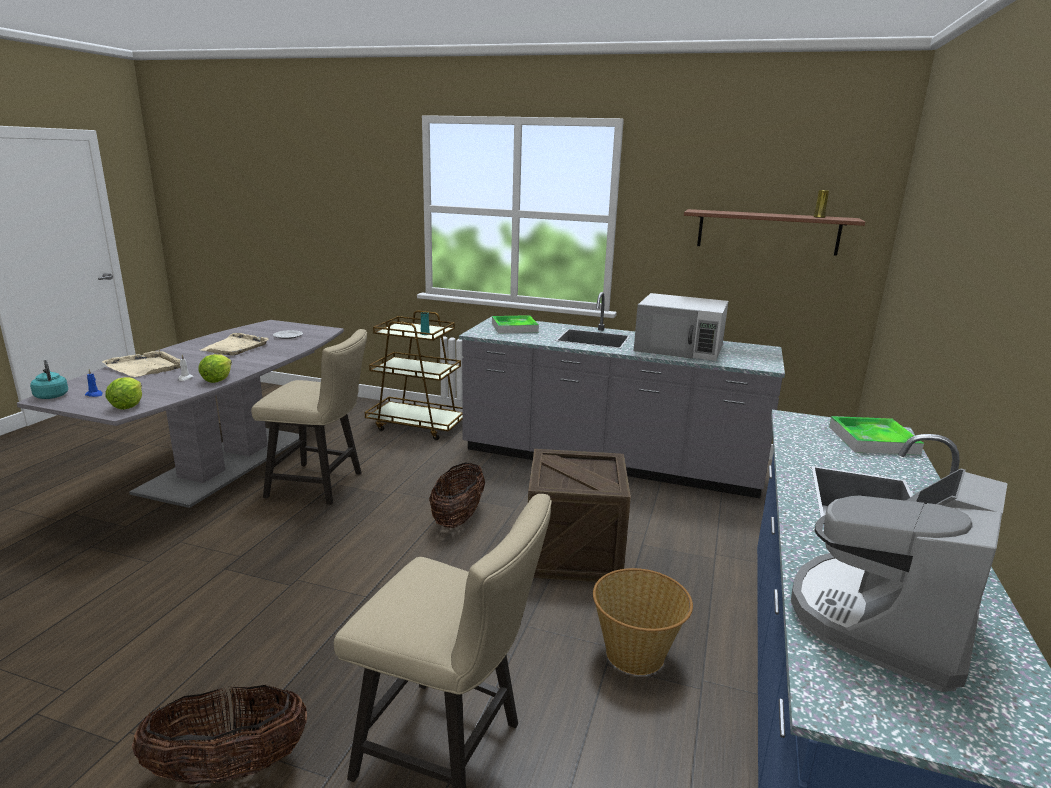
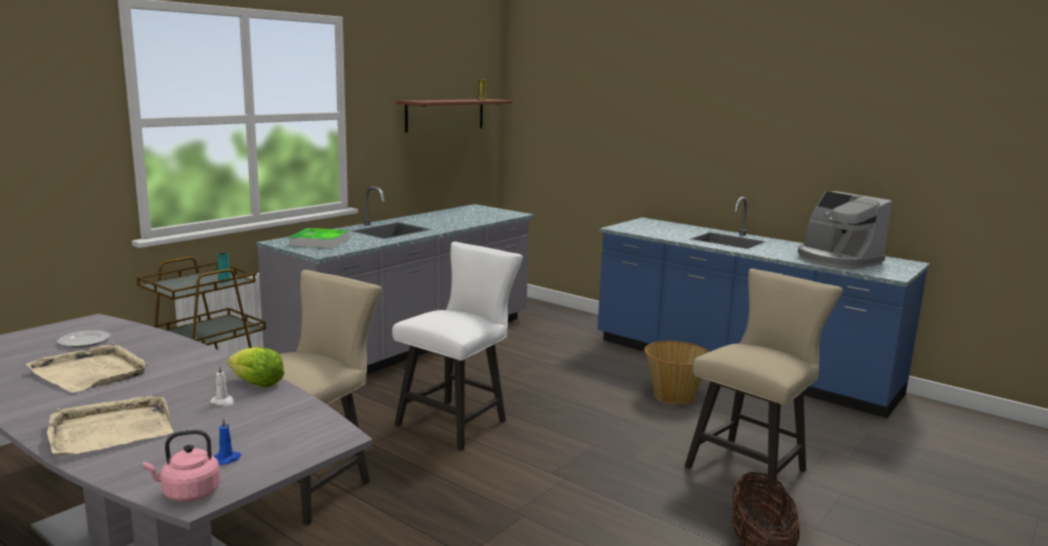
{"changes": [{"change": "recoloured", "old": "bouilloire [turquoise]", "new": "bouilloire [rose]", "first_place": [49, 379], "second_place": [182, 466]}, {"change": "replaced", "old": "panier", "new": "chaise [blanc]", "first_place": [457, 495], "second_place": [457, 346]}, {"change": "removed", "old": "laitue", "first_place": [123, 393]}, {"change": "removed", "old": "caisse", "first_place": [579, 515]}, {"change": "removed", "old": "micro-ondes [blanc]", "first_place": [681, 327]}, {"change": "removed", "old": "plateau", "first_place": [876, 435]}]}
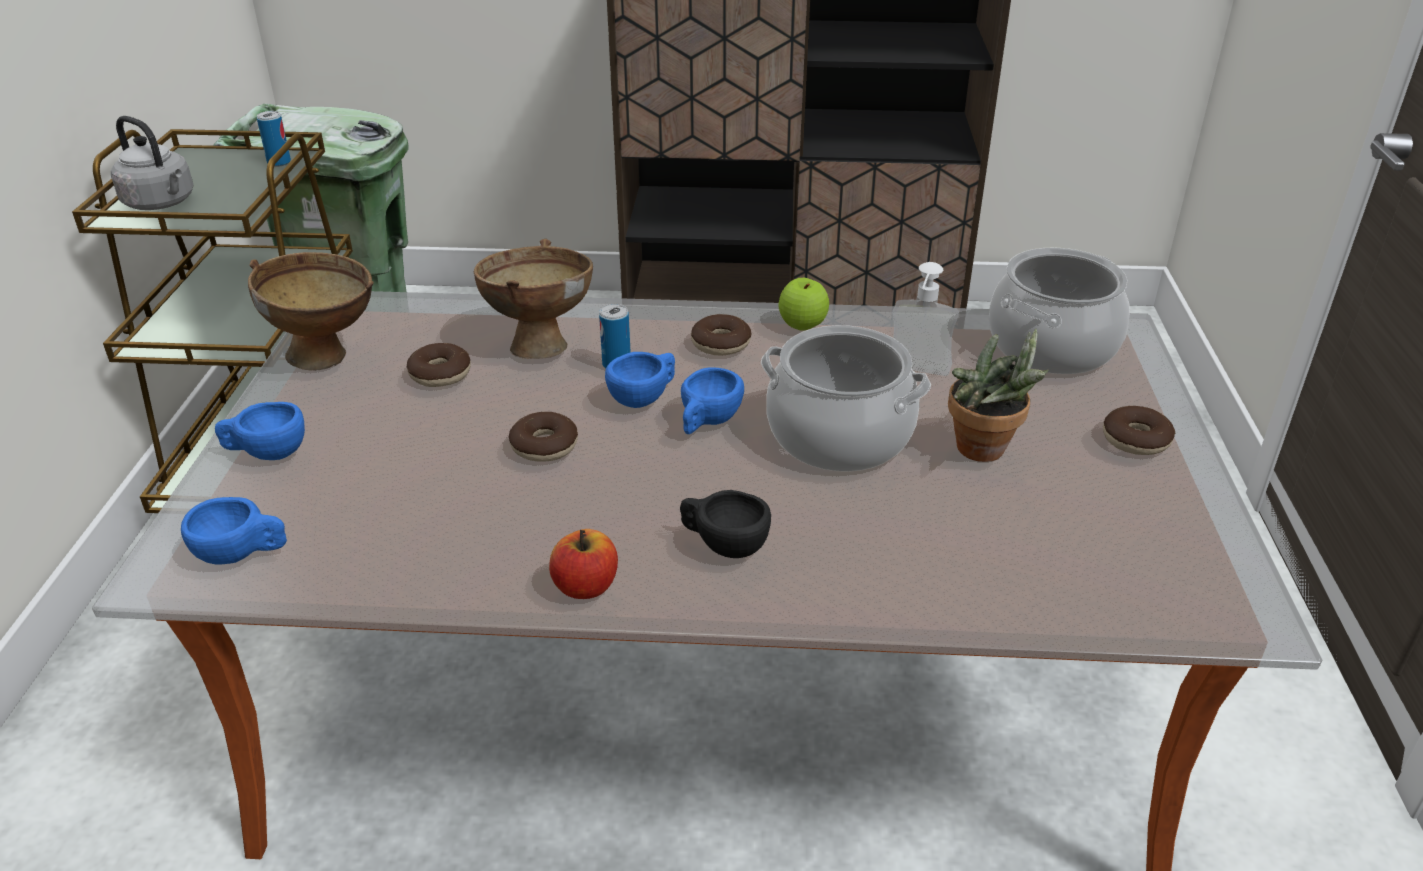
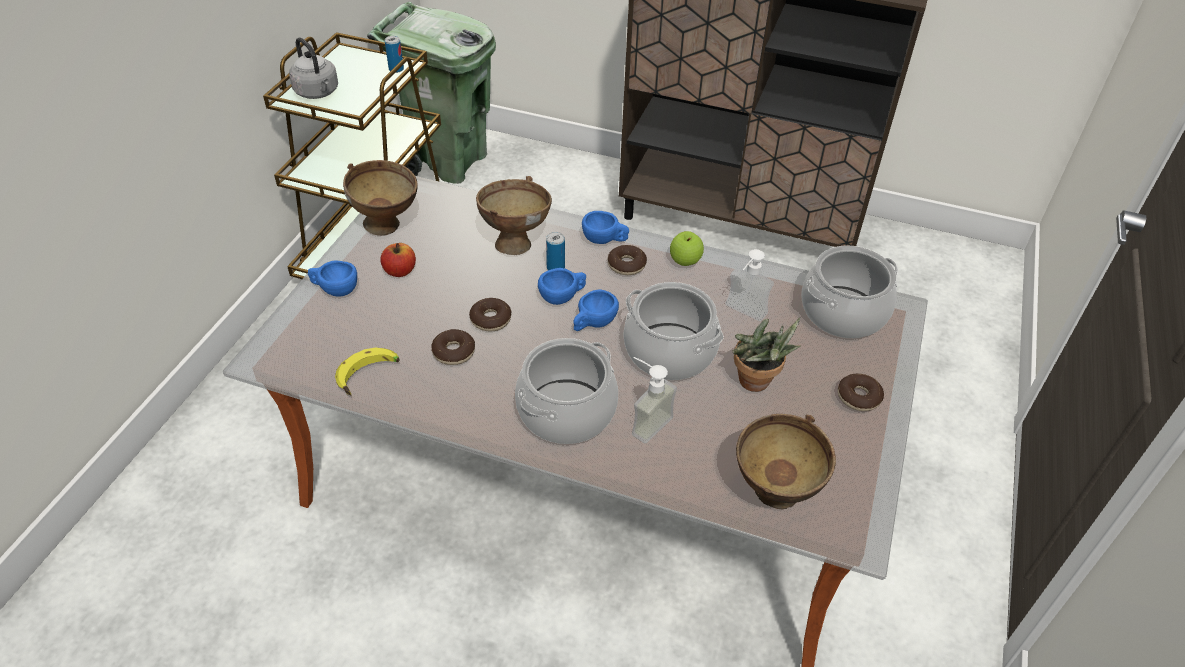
{"changes": [{"change": "added", "new": "banane", "second_place": [367, 372]}, {"change": "moved", "old": "pomme", "first_place": [583, 564], "second_place": [398, 260]}, {"change": "moved", "old": "beignet", "first_place": [439, 365], "second_place": [453, 347]}, {"change": "replaced", "old": "tasse [noir]", "new": "marmite", "first_place": [725, 524], "second_place": [566, 391]}, {"change": "moved", "old": "tasse [bleu]", "first_place": [234, 531], "second_place": [605, 227]}, {"change": "added", "new": "distributeur de savon", "second_place": [654, 400]}, {"change": "added", "new": "bol [marron]", "second_place": [786, 462]}]}
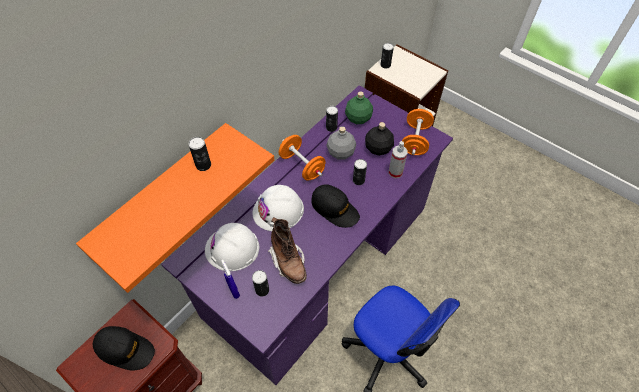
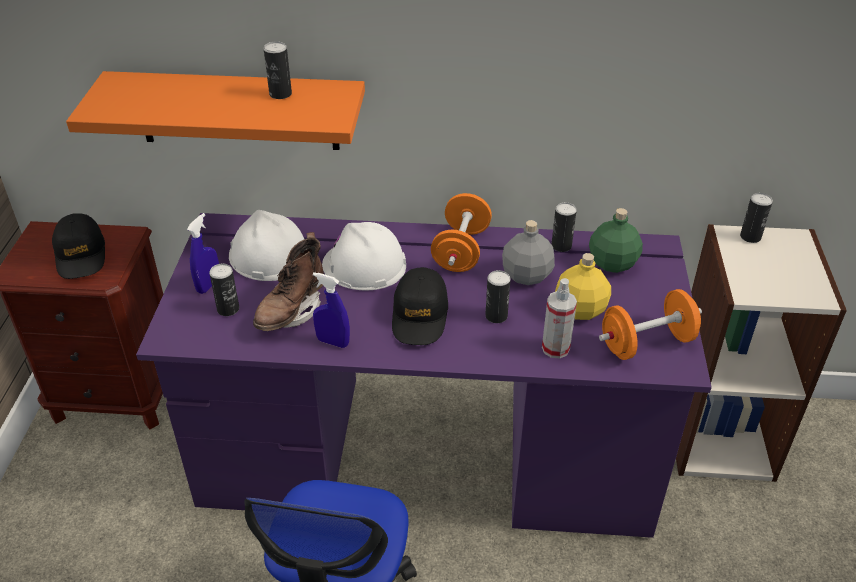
{"changes": [{"change": "added", "new": "vaporisateur [bleu]", "second_place": [331, 310]}, {"change": "recoloured", "old": "bouteille [noir]", "new": "bouteille [jaune]", "first_place": [379, 139], "second_place": [583, 286]}]}
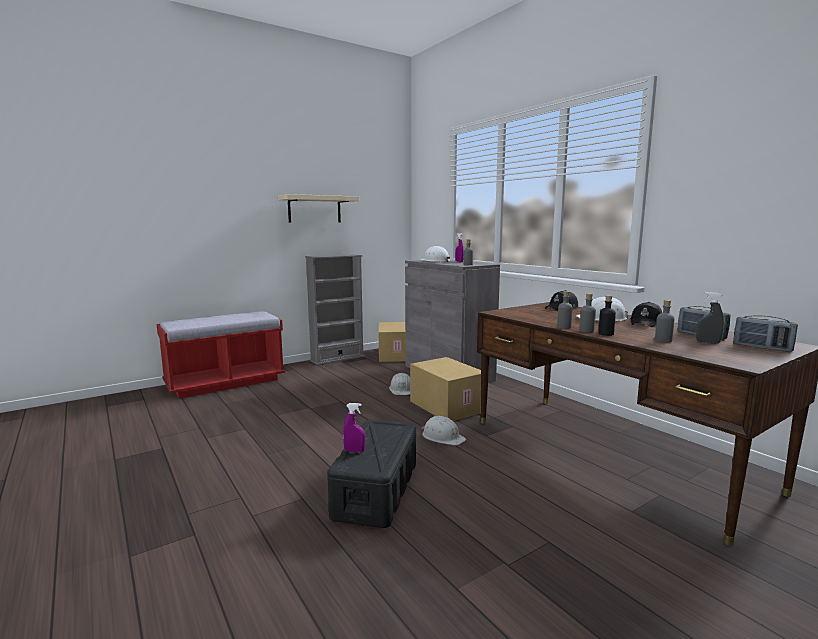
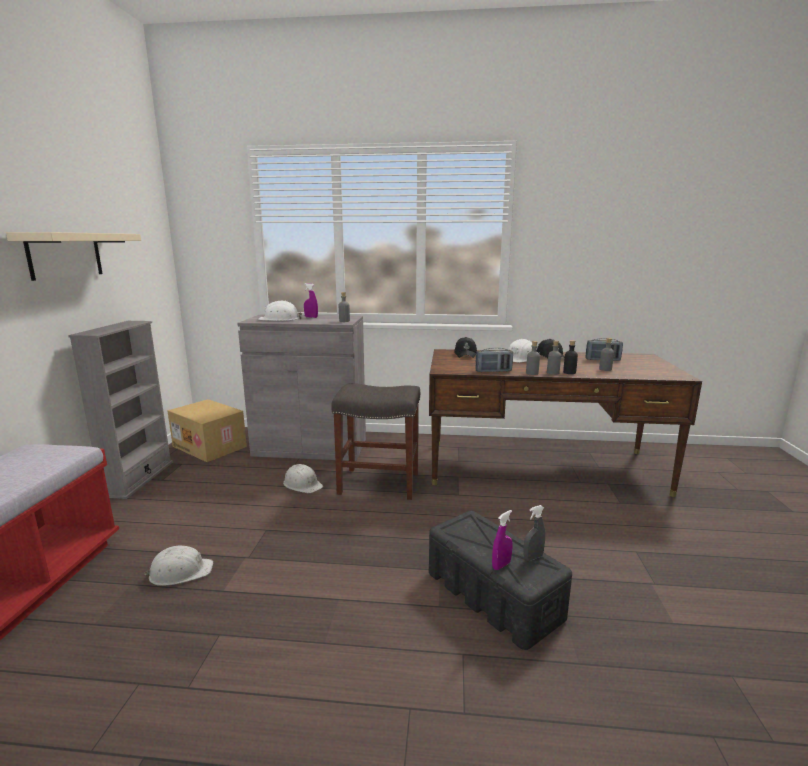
{"changes": [{"change": "moved", "old": "casque de chantier [blanc]", "first_place": [444, 430], "second_place": [178, 566]}, {"change": "replaced", "old": "carton", "new": "tabouret [gris]", "first_place": [445, 389], "second_place": [375, 441]}, {"change": "moved", "old": "radio", "first_place": [765, 333], "second_place": [494, 360]}, {"change": "moved", "old": "vaporisateur [gris]", "first_place": [710, 318], "second_place": [534, 533]}]}
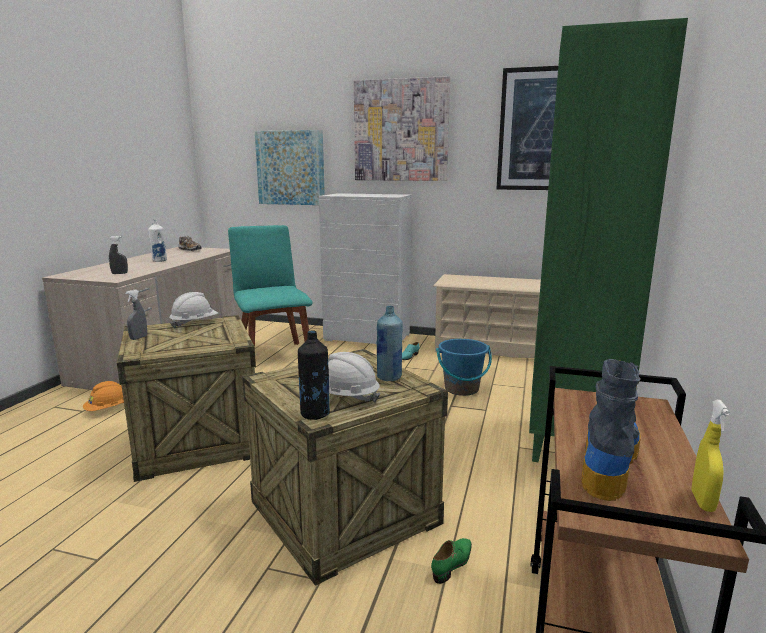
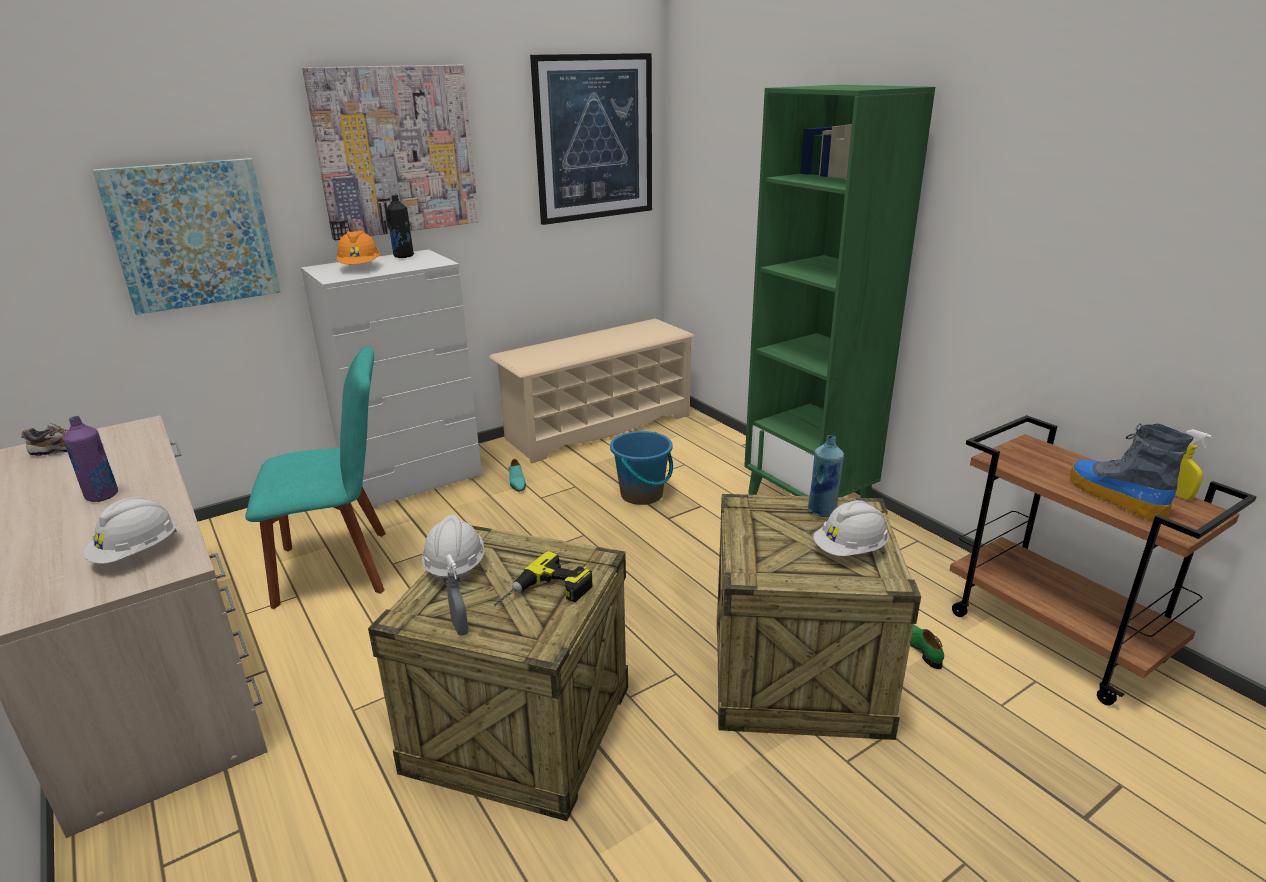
{"changes": [{"change": "recoloured", "old": "bouteille [blanc]", "new": "bouteille [violet]", "first_place": [157, 241], "second_place": [90, 459]}, {"change": "replaced", "old": "vaporisateur [gris]", "new": "casque de chantier [blanc]", "first_place": [118, 255], "second_place": [130, 530]}, {"change": "turned", "old": "chaise [turquoise]", "first_place": [270, 285], "second_place": [315, 477], "degrees": 150}, {"change": "moved", "old": "casque de chantier [orange]", "first_place": [103, 396], "second_place": [358, 247]}, {"change": "moved", "old": "bouteille [noir]", "first_place": [314, 375], "second_place": [400, 226]}, {"change": "added", "new": "perceuse", "second_place": [543, 578]}]}
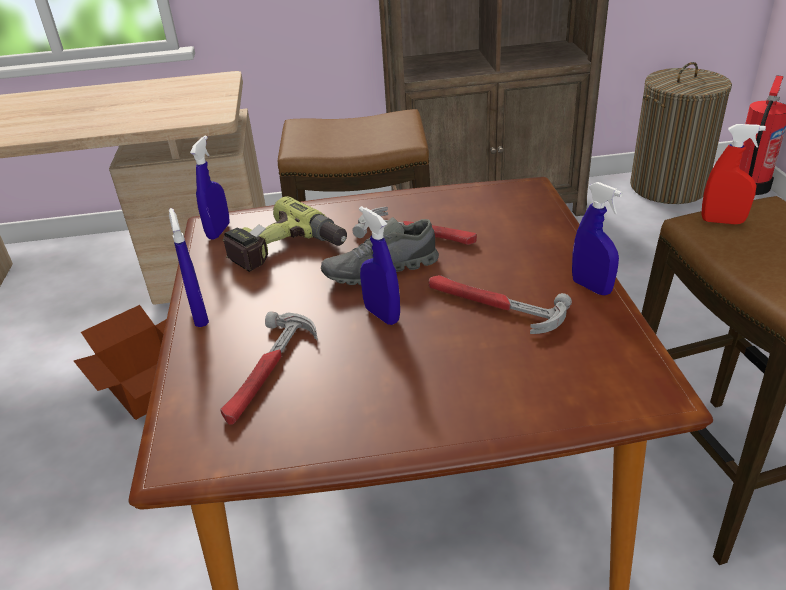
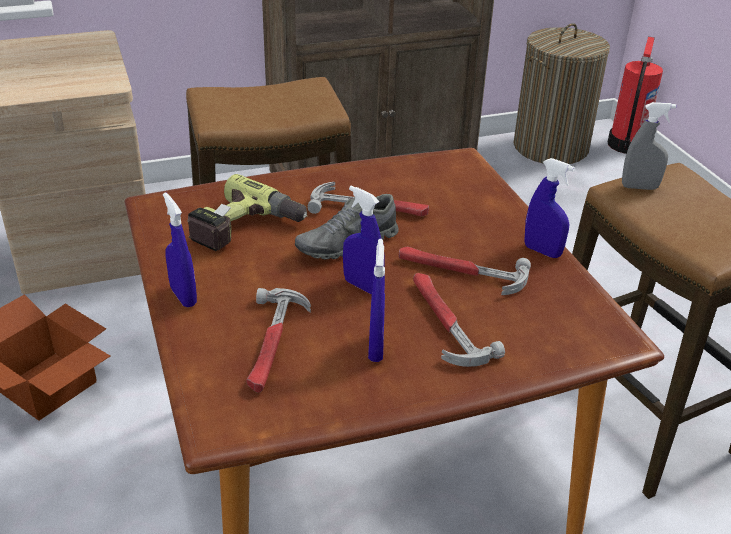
{"changes": [{"change": "moved", "old": "vaporisateur [bleu]", "first_place": [210, 188], "second_place": [376, 300]}, {"change": "added", "new": "marteau", "second_place": [459, 320]}, {"change": "recoloured", "old": "vaporisateur [rouge]", "new": "vaporisateur [gris]", "first_place": [733, 174], "second_place": [649, 146]}]}
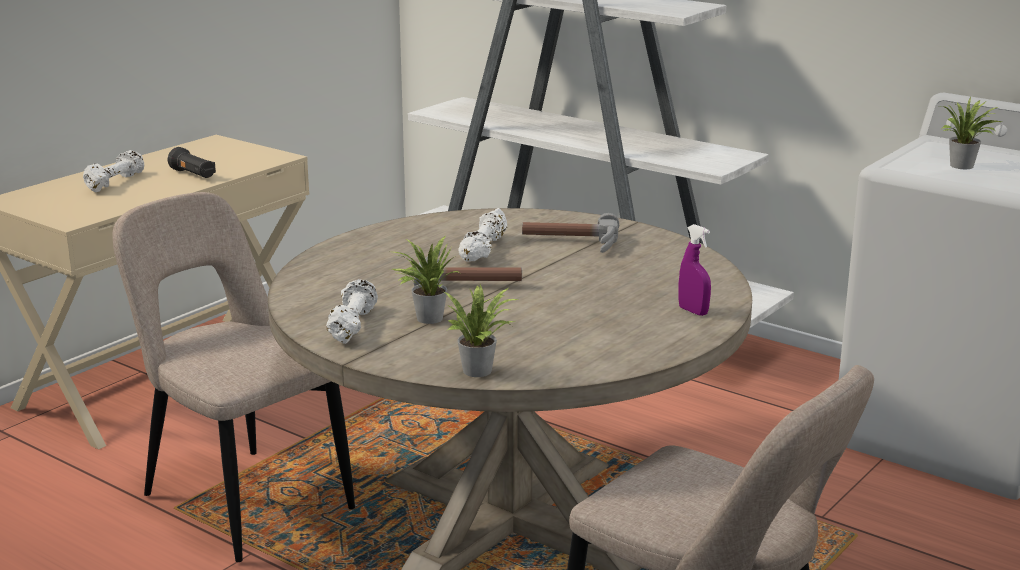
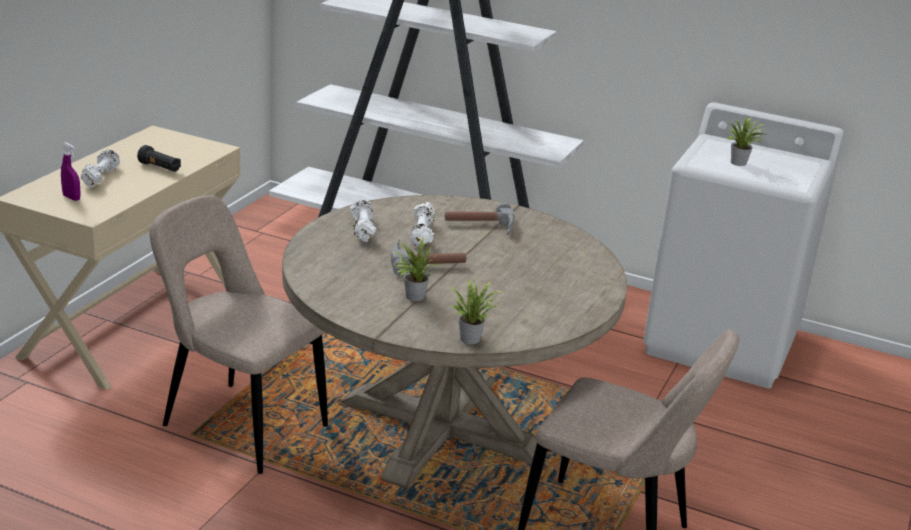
{"changes": [{"change": "moved", "old": "vaporisateur [violet]", "first_place": [694, 270], "second_place": [71, 171]}, {"change": "moved", "old": "haltère [blanc]", "first_place": [352, 311], "second_place": [363, 221]}]}
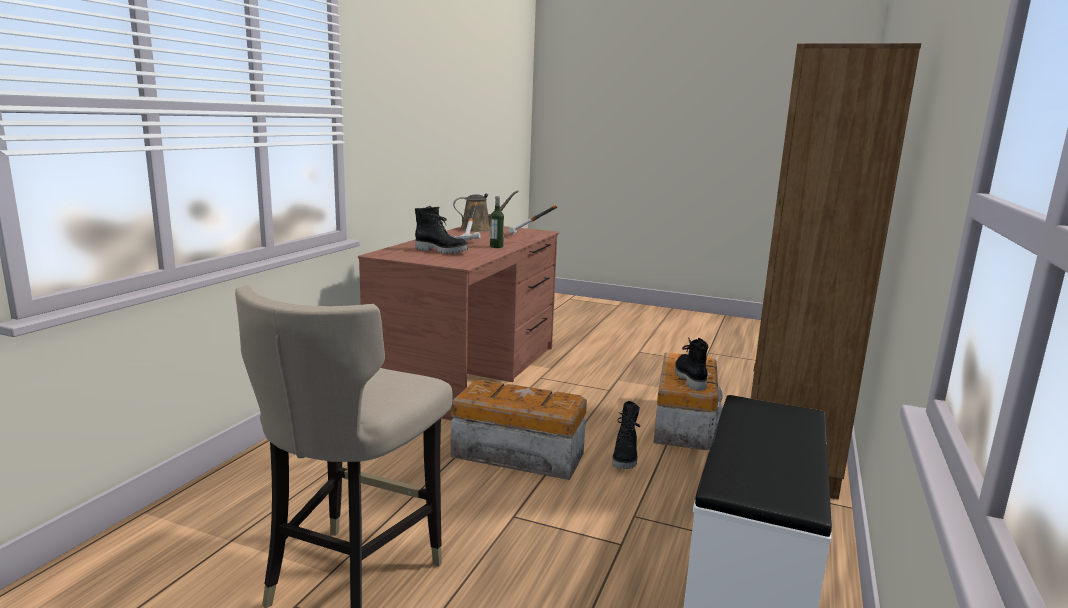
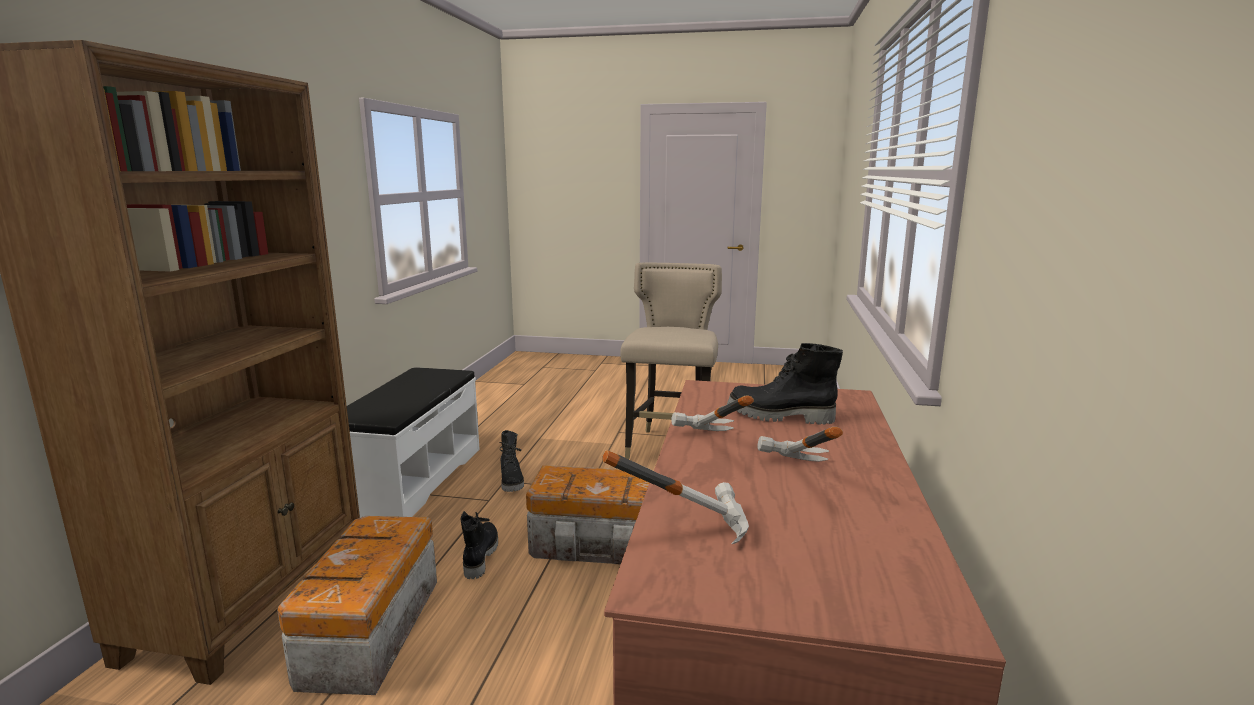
{"changes": [{"change": "moved", "old": "botte [noir]", "first_place": [691, 364], "second_place": [512, 461]}, {"change": "replaced", "old": "bouteille", "new": "marteau", "first_place": [497, 222], "second_place": [712, 413]}, {"change": "removed", "old": "arrosoir [marron]", "first_place": [486, 211]}]}
